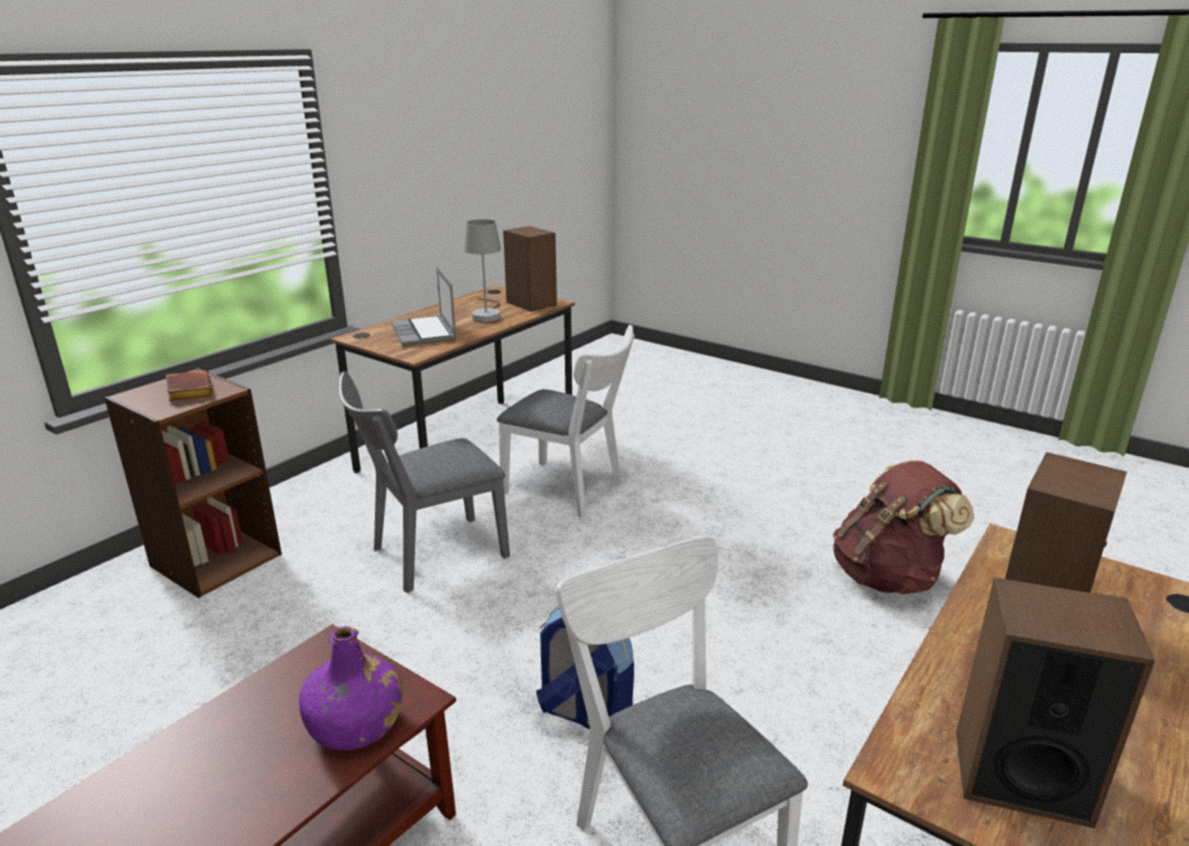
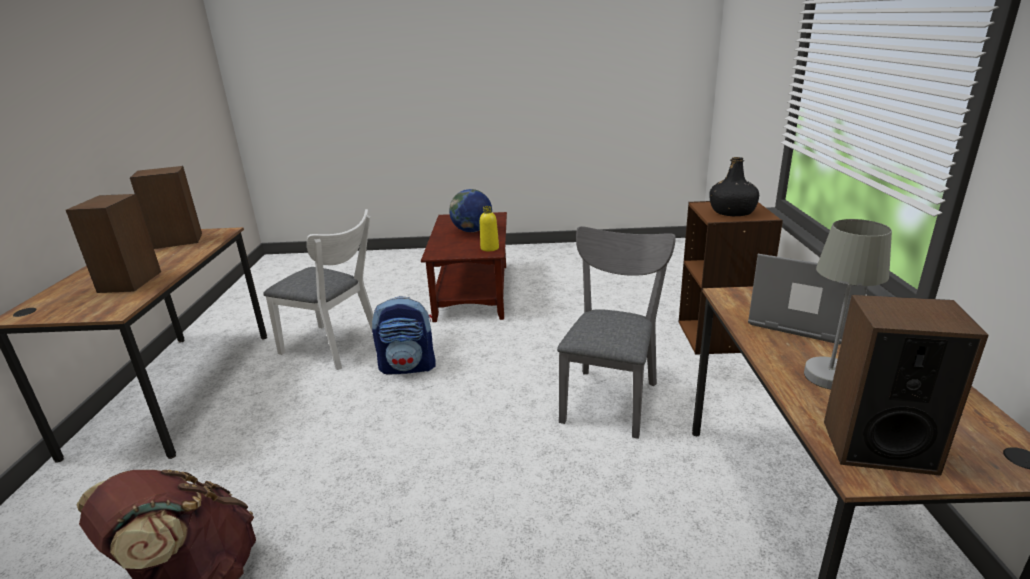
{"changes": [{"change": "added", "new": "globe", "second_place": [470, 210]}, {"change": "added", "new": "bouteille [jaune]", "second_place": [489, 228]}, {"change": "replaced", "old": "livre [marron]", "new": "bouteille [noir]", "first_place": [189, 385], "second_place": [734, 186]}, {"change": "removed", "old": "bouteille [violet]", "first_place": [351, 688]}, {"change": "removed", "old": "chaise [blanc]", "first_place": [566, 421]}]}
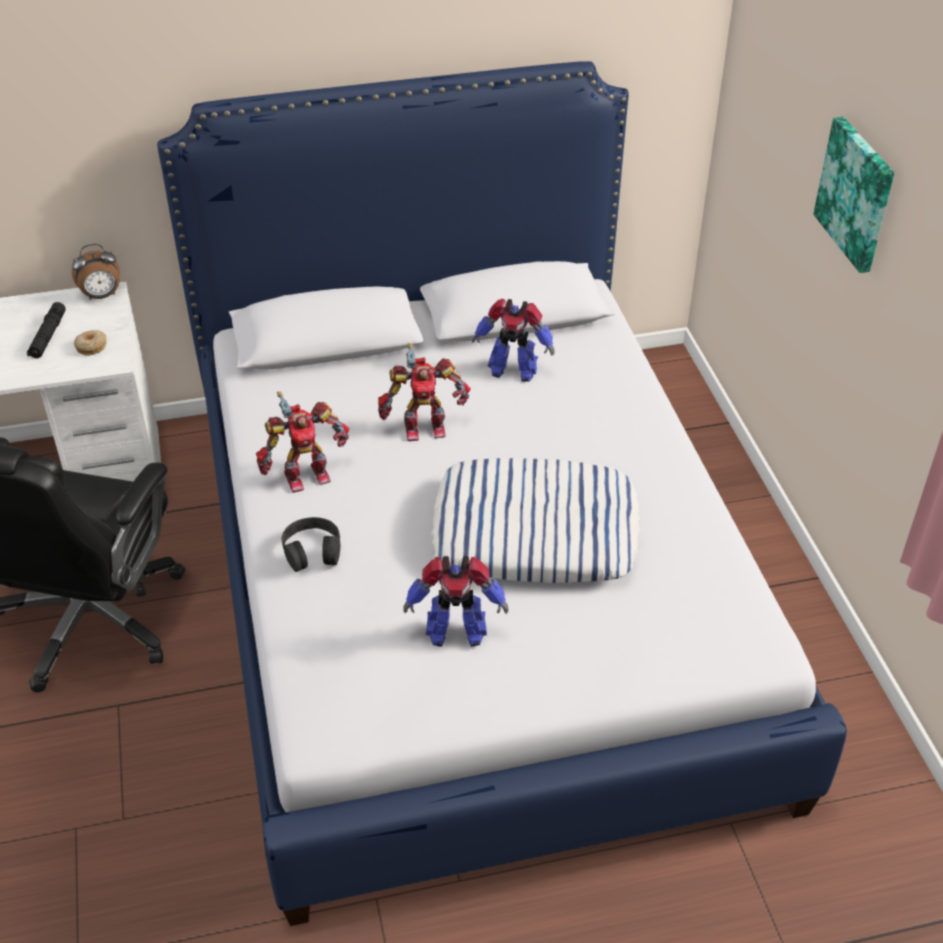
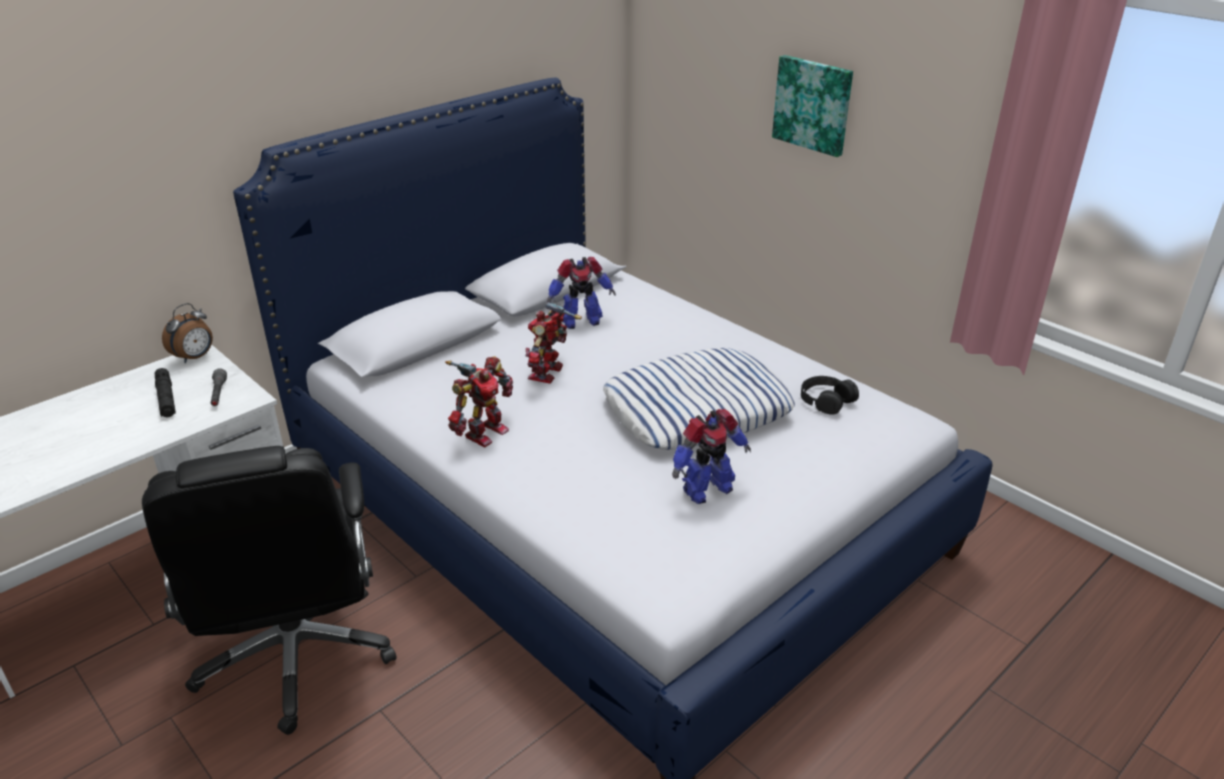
{"changes": [{"change": "replaced", "old": "beignet", "new": "lampe de poche [gris]", "first_place": [90, 343], "second_place": [219, 387]}, {"change": "turned", "old": "robot jouet", "first_place": [424, 392], "second_place": [553, 343], "degrees": 150}, {"change": "moved", "old": "casque audio [noir]", "first_place": [311, 544], "second_place": [830, 395]}]}
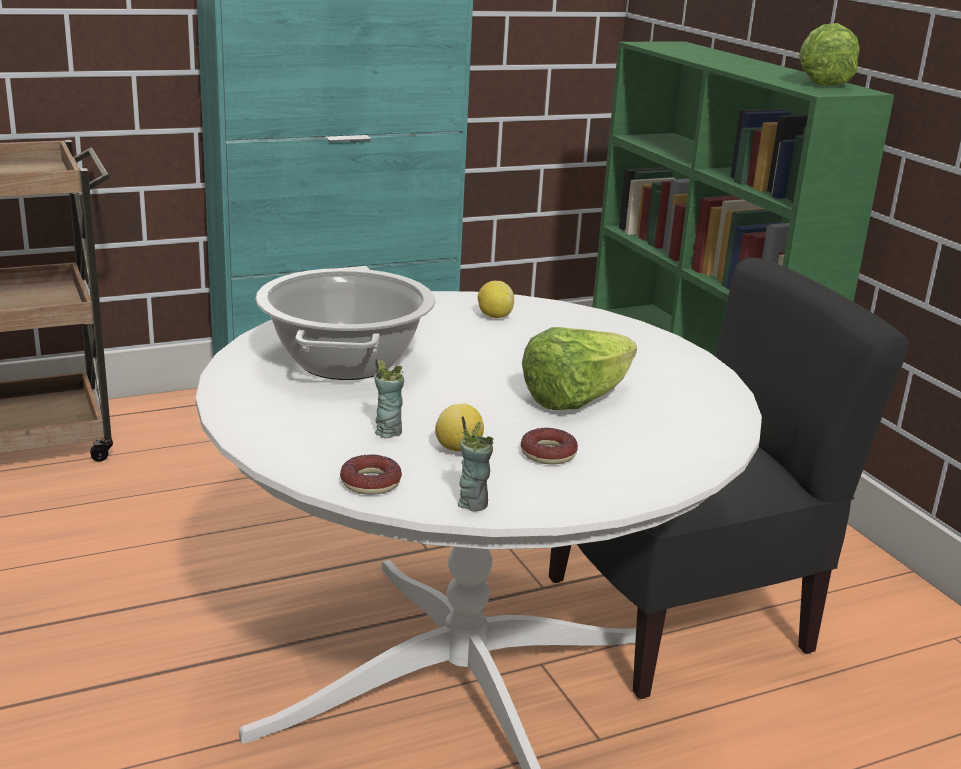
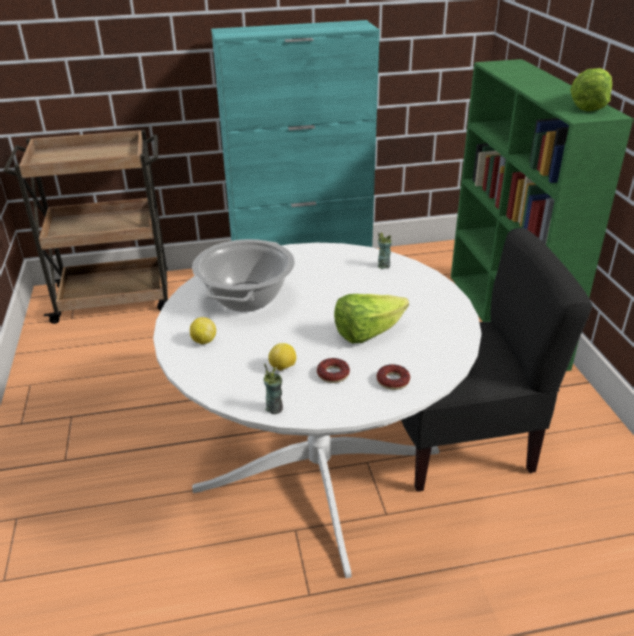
{"changes": [{"change": "moved", "old": "citron", "first_place": [496, 299], "second_place": [203, 330]}, {"change": "moved", "old": "beignet", "first_place": [371, 475], "second_place": [393, 377]}, {"change": "moved", "old": "tasse", "first_place": [389, 398], "second_place": [385, 250]}]}
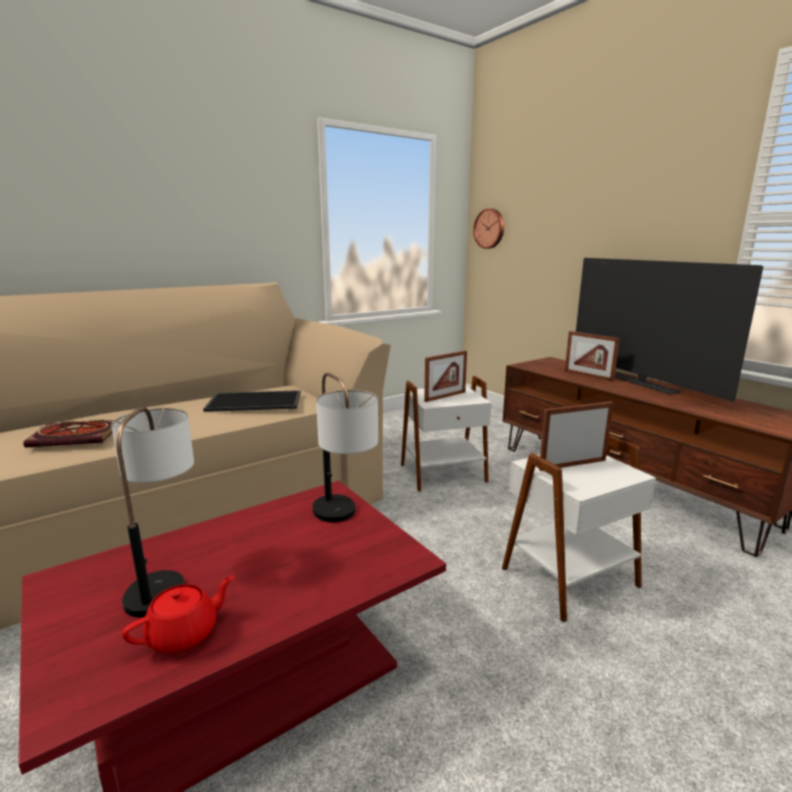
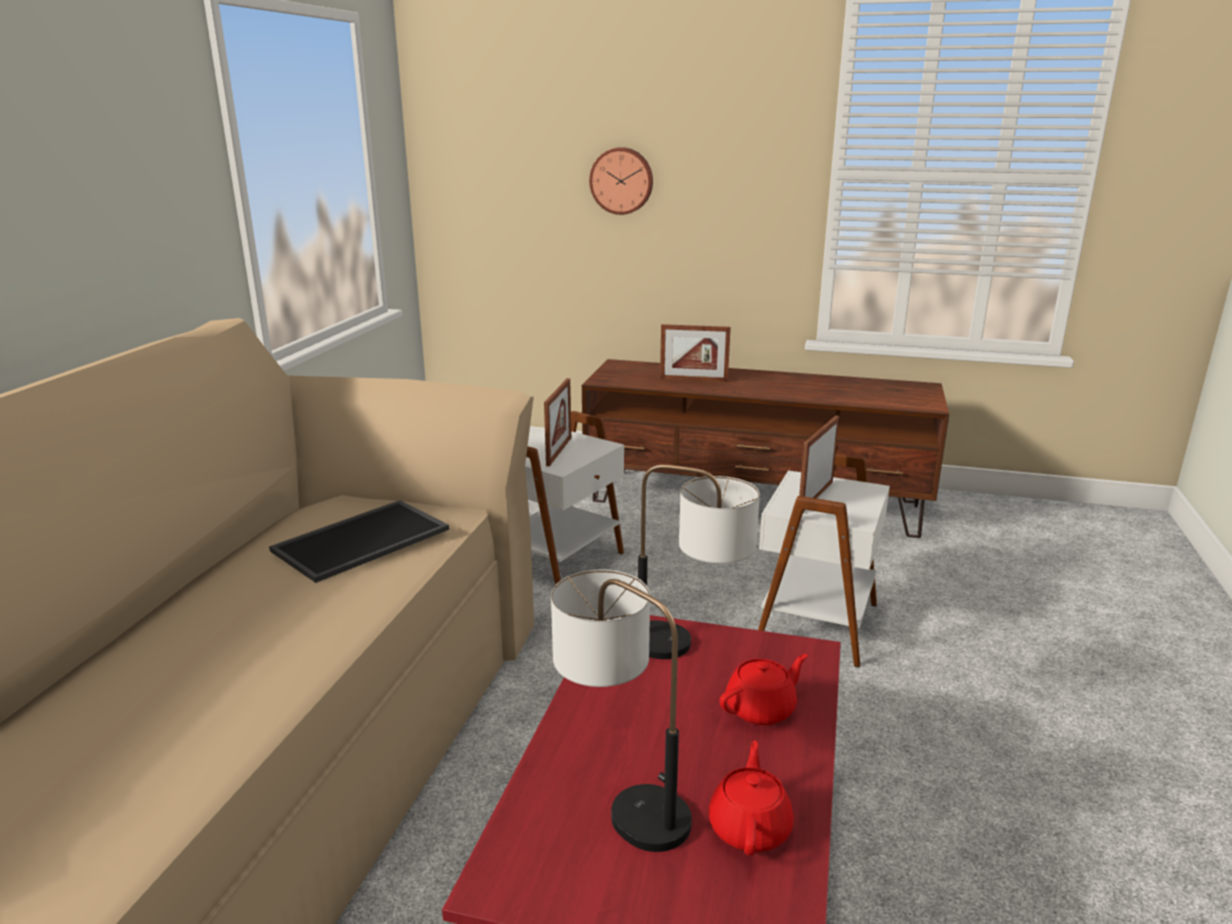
{"changes": [{"change": "moved", "old": "horloge murale", "first_place": [488, 228], "second_place": [621, 181]}, {"change": "added", "new": "théière [rouge]", "second_place": [763, 689]}, {"change": "removed", "old": "livre", "first_place": [68, 434]}, {"change": "removed", "old": "téléviseur", "first_place": [669, 329]}]}
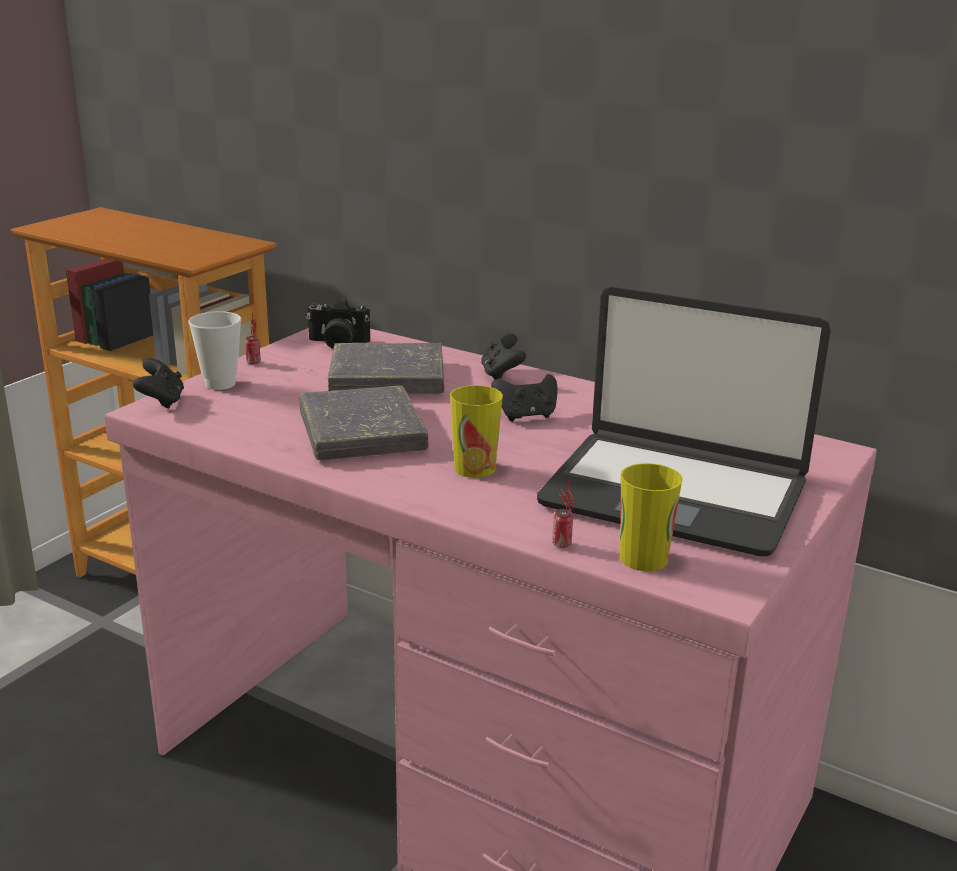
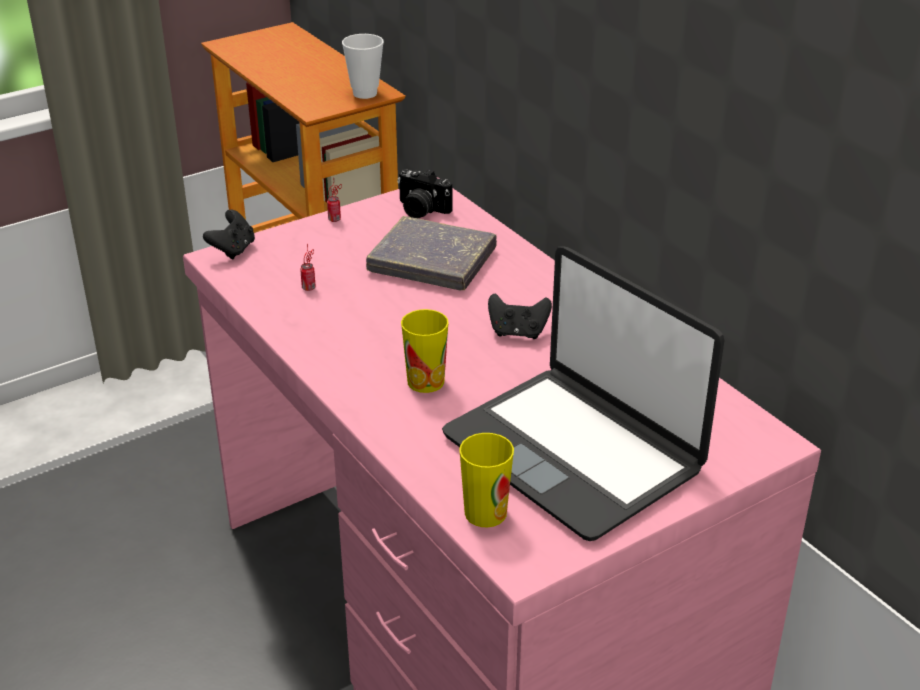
{"changes": [{"change": "moved", "old": "boîte métallique", "first_place": [563, 514], "second_place": [308, 267]}, {"change": "moved", "old": "tasse", "first_place": [215, 350], "second_place": [363, 66]}, {"change": "removed", "old": "livre [gris]", "first_place": [363, 422]}, {"change": "removed", "old": "manette [noir]", "first_place": [503, 356]}]}
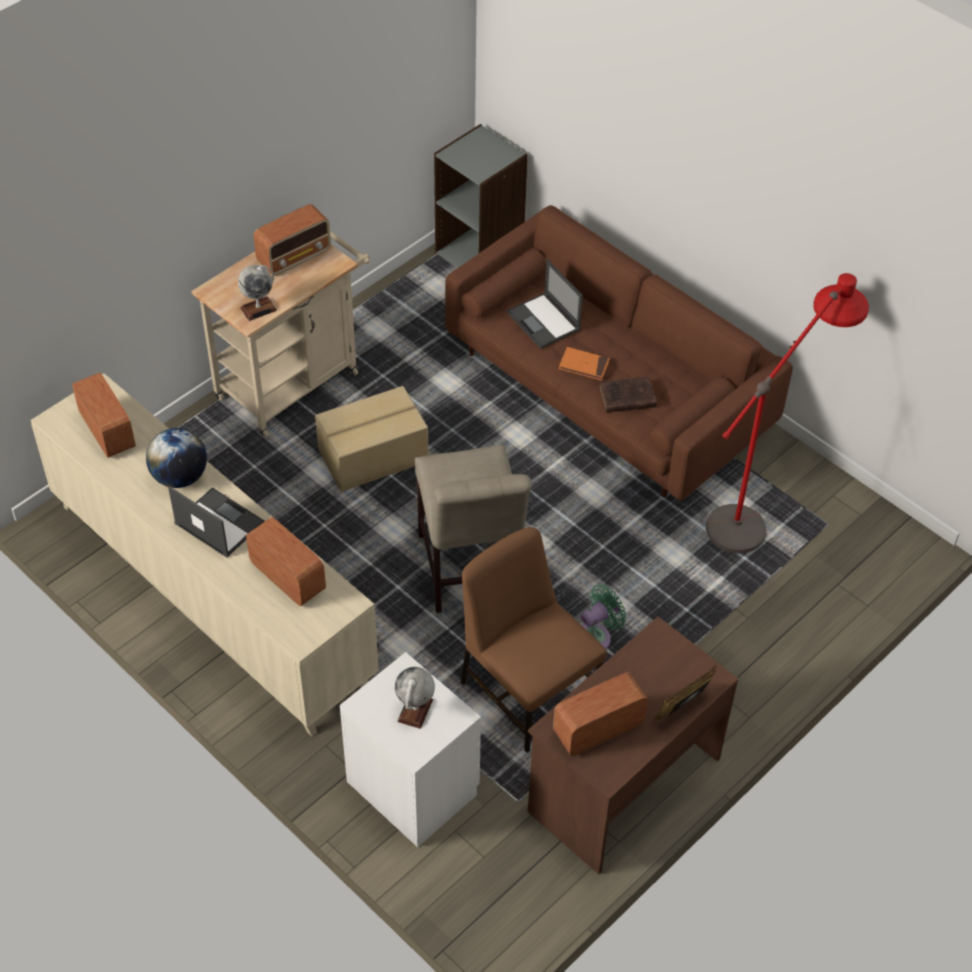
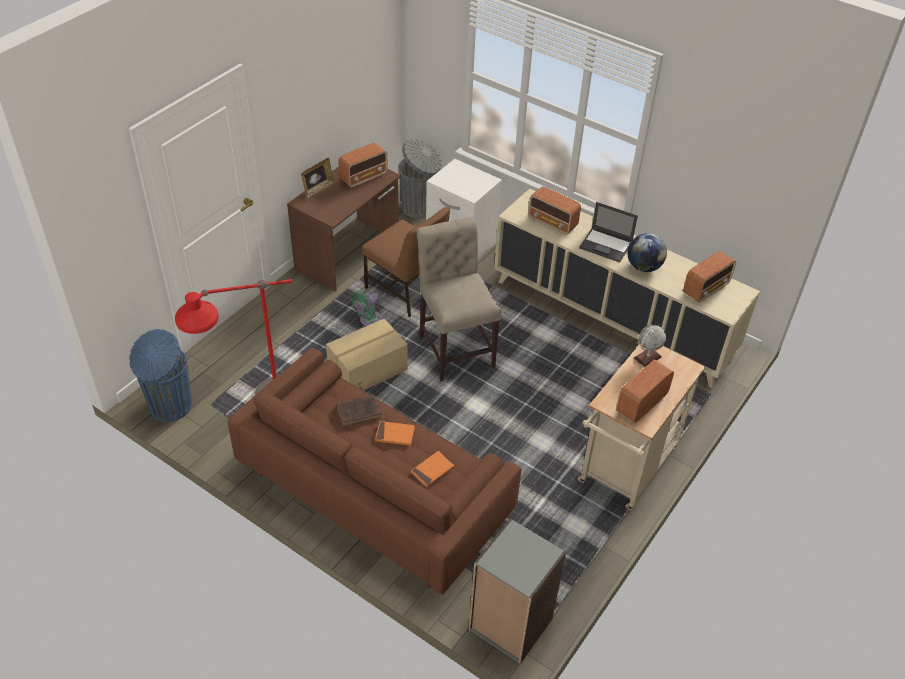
{"changes": [{"change": "added", "new": "poubelle [bleu]", "second_place": [160, 375]}, {"change": "moved", "old": "carton", "first_place": [372, 439], "second_place": [367, 354]}, {"change": "added", "new": "poubelle [gris]", "second_place": [420, 179]}, {"change": "replaced", "old": "ordinateur portable", "new": "livre [orange]", "first_place": [545, 304], "second_place": [432, 469]}, {"change": "turned", "old": "radio", "first_place": [104, 415], "second_place": [709, 277], "degrees": -90}, {"change": "removed", "old": "globe", "first_place": [415, 698]}]}
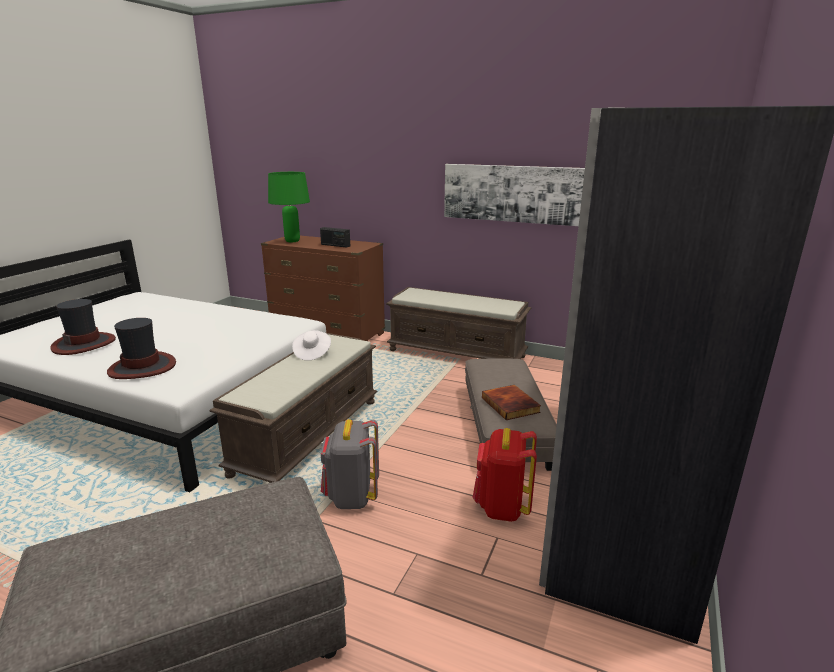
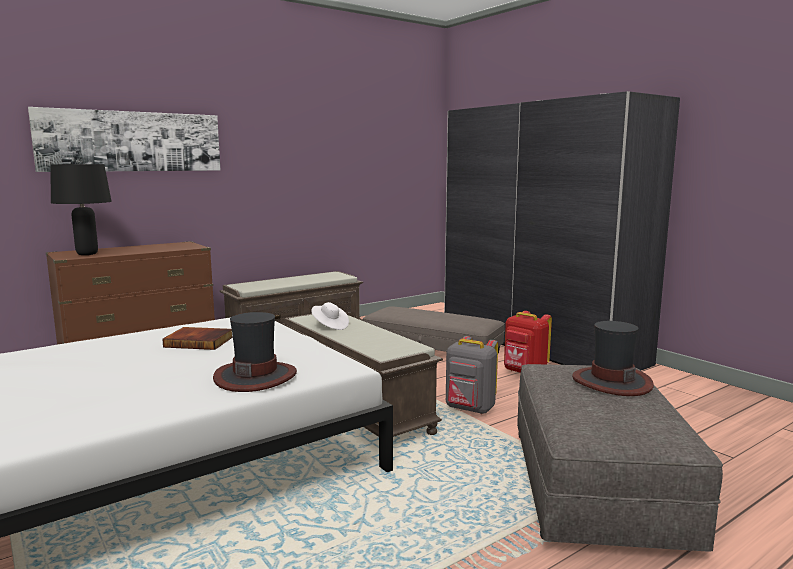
{"changes": [{"change": "moved", "old": "tableau", "first_place": [514, 195], "second_place": [124, 139]}, {"change": "recoloured", "old": "lampe de table [vert]", "new": "lampe de table [noir]", "first_place": [289, 207], "second_place": [81, 209]}, {"change": "moved", "old": "livre", "first_place": [511, 402], "second_place": [197, 338]}, {"change": "moved", "old": "chapeau", "first_place": [83, 327], "second_place": [613, 358]}, {"change": "removed", "old": "radio", "first_place": [335, 237]}]}
